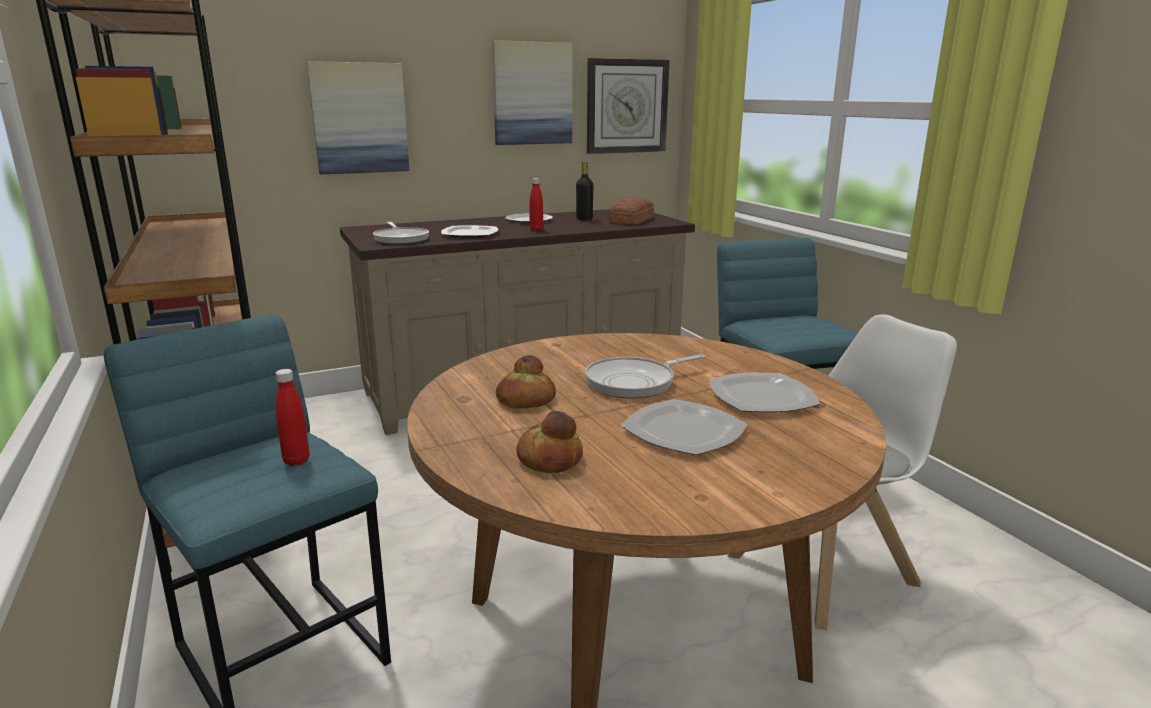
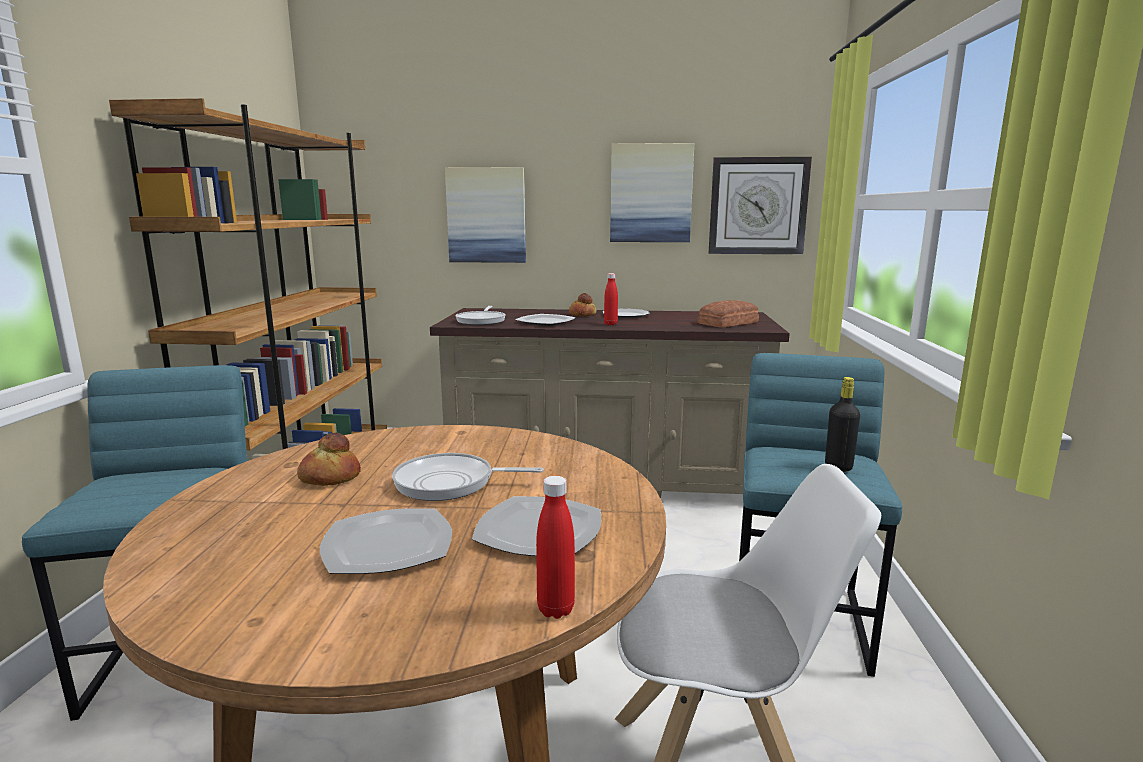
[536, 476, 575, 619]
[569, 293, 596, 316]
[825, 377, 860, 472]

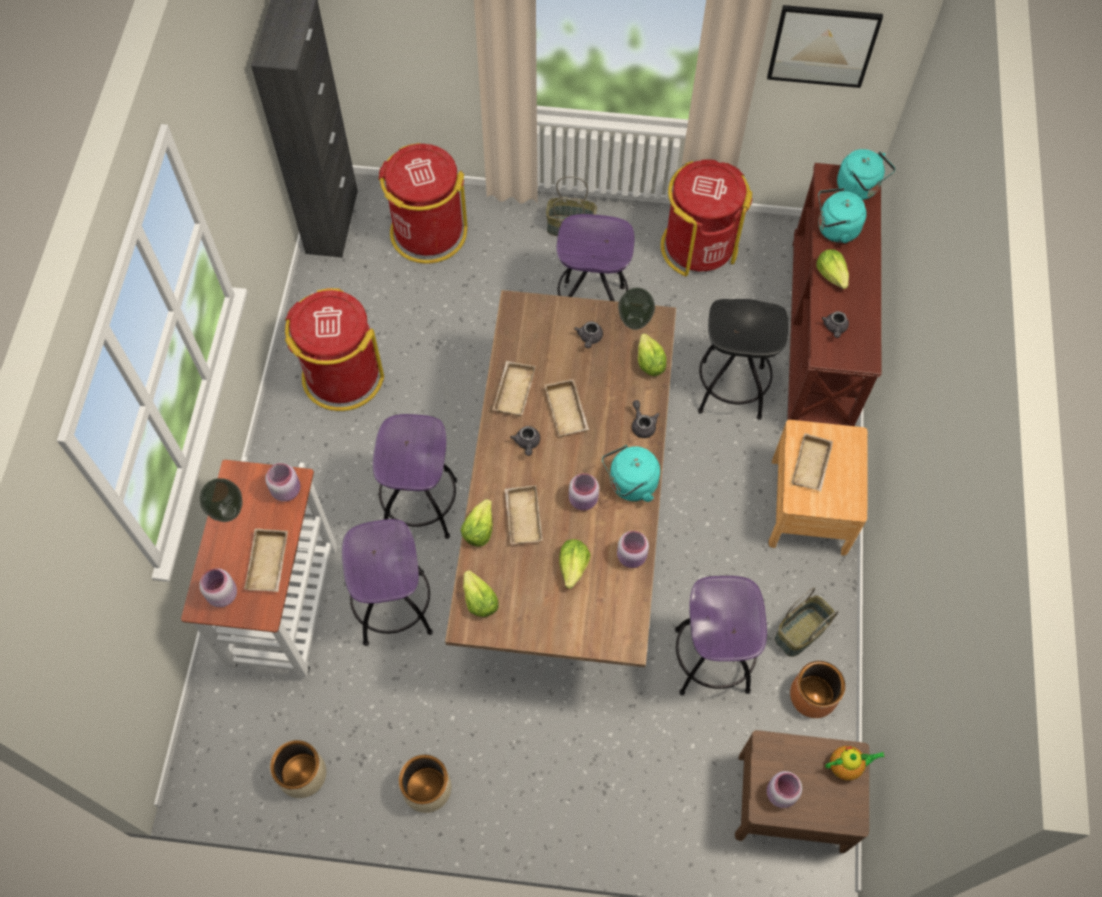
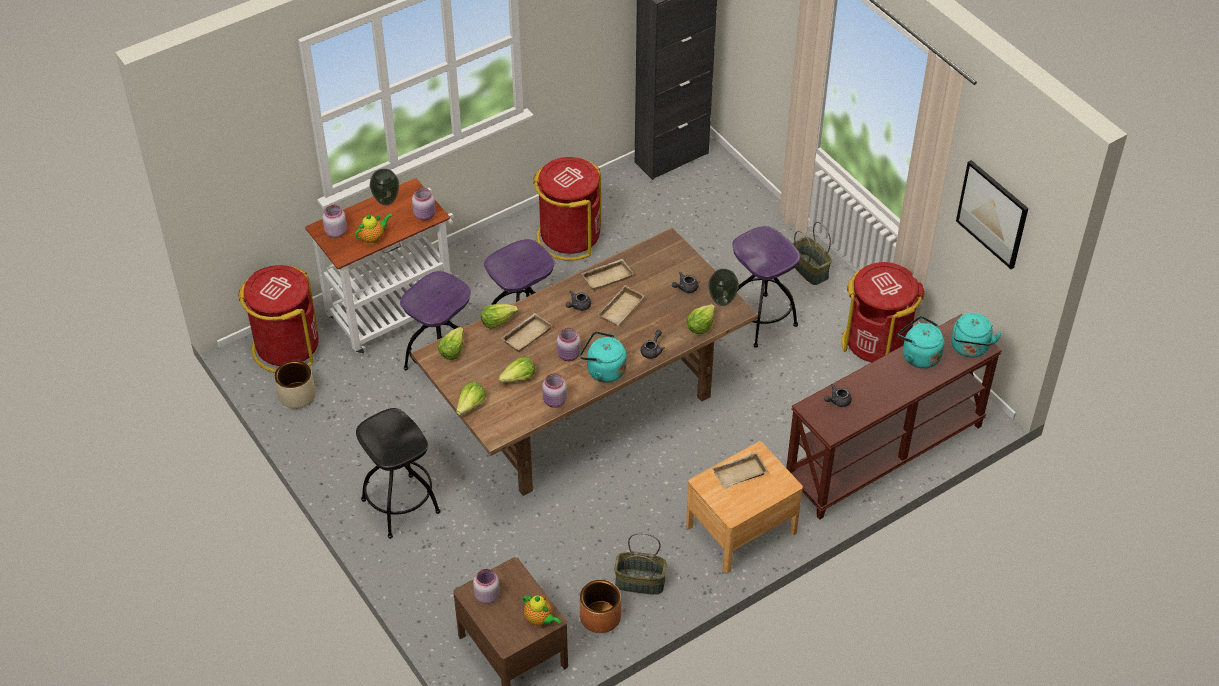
[238, 265, 319, 373]
[355, 213, 393, 244]
[356, 408, 440, 539]
[456, 382, 486, 415]
[399, 754, 451, 813] (first image)
[675, 576, 767, 695] (first image)

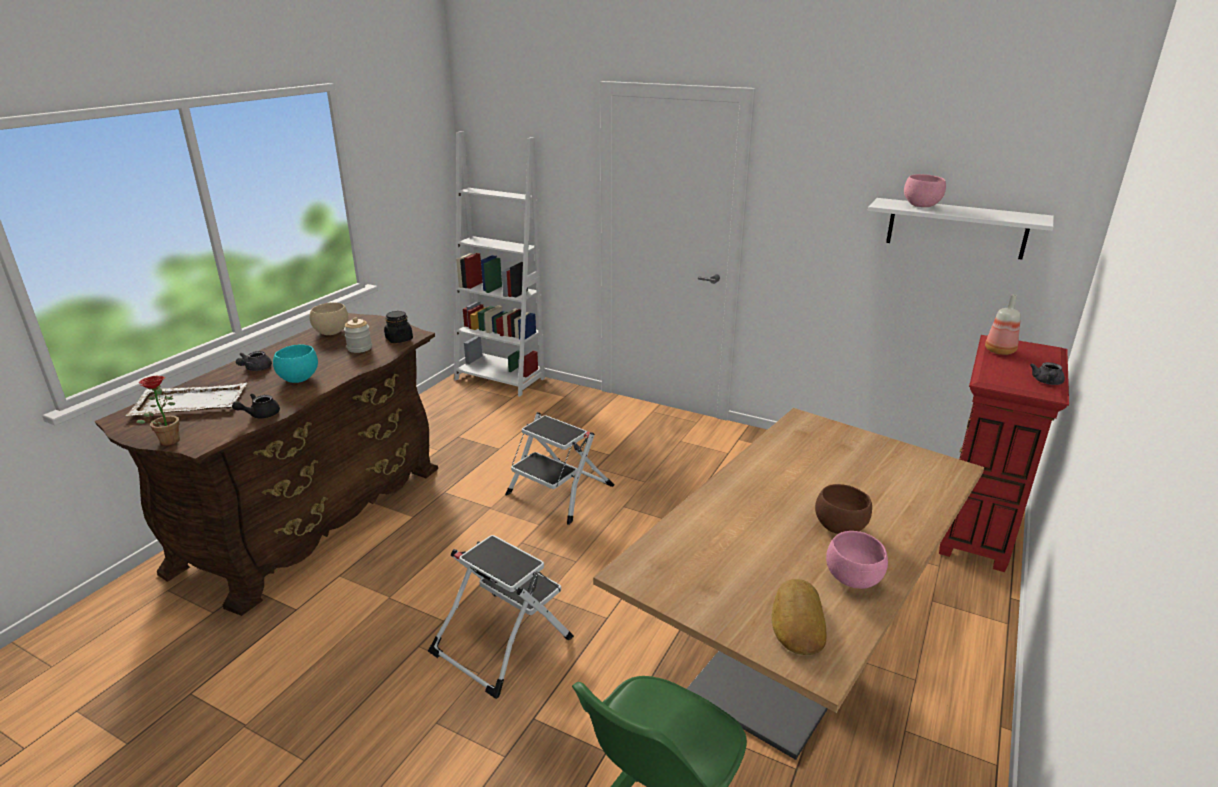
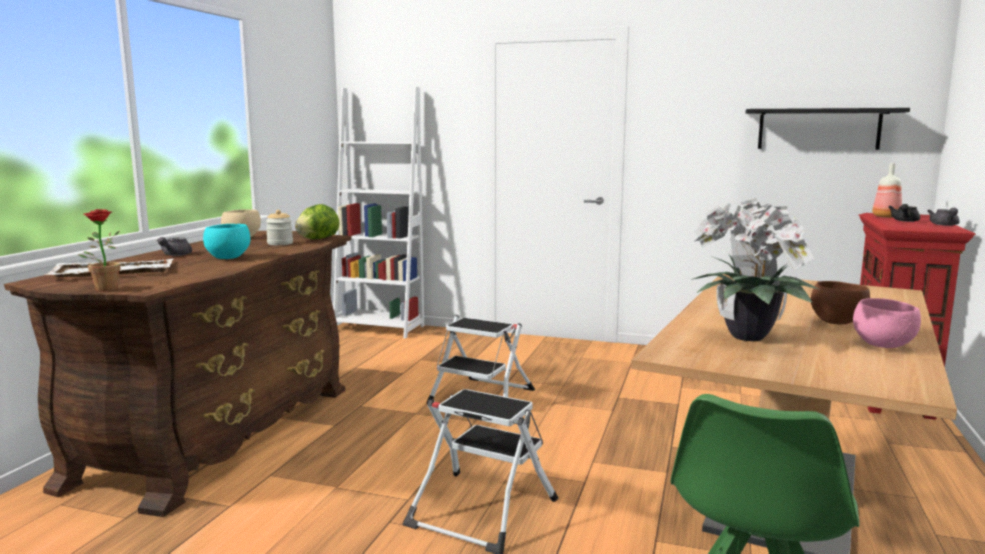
[295, 204, 339, 239]
[691, 198, 819, 341]
[745, 108, 910, 150]
[888, 204, 920, 222]
[772, 579, 826, 655] (first image)
[904, 174, 946, 207] (first image)

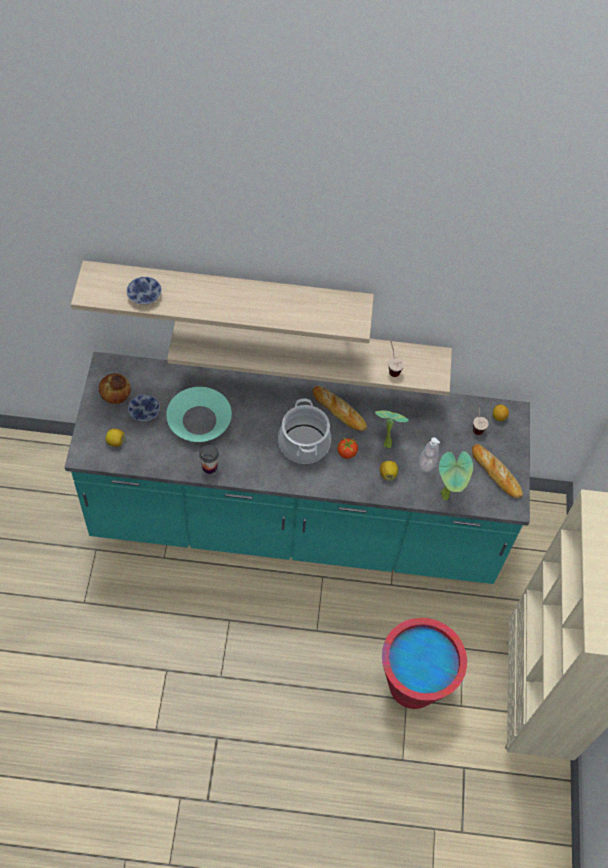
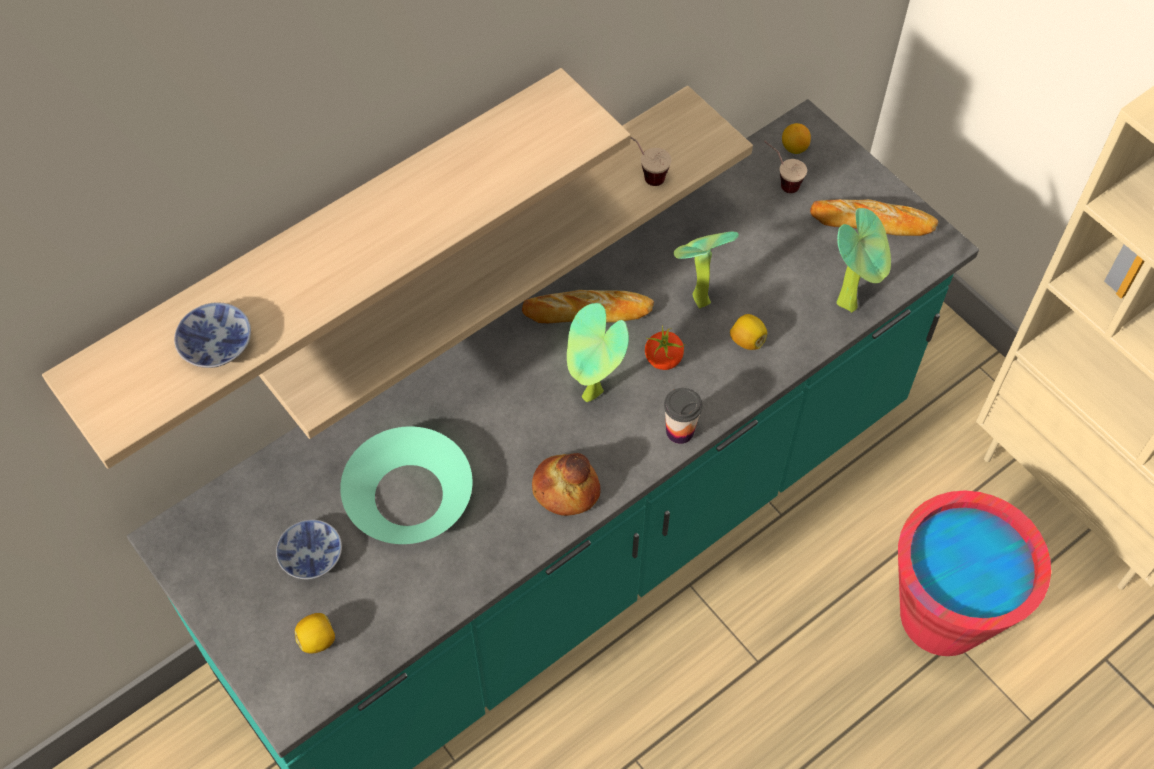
[532, 453, 600, 516]
[567, 303, 629, 402]
[664, 388, 702, 444]
[419, 438, 440, 472] (first image)

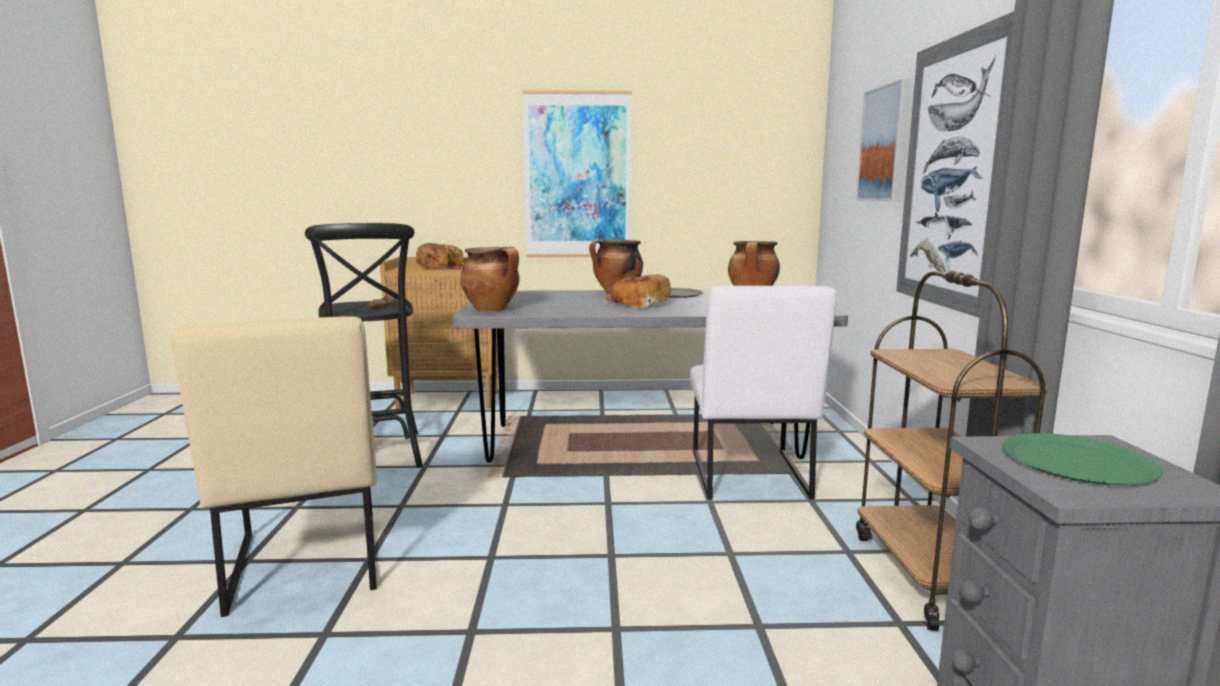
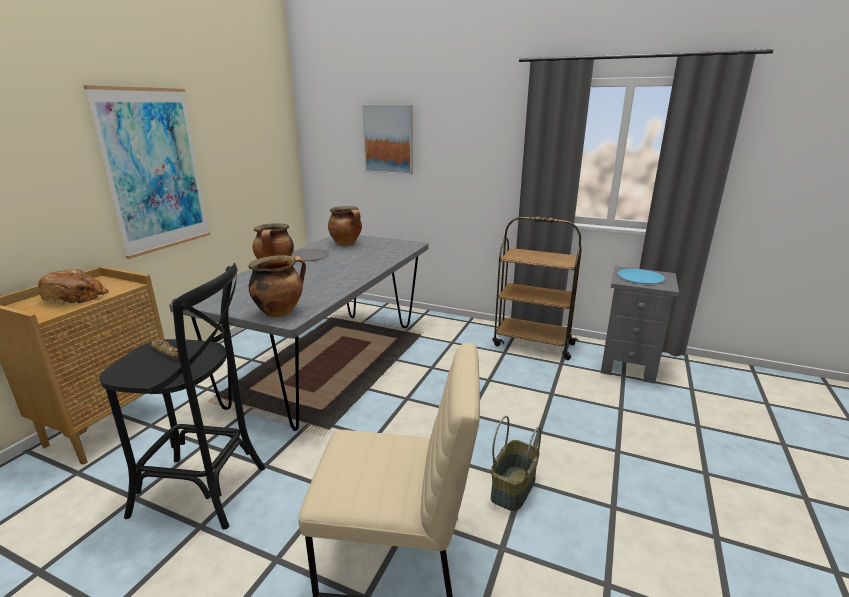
[491, 416, 541, 511]
[618, 269, 665, 284]
[605, 274, 671, 308] (first image)
[690, 286, 837, 500] (first image)
[897, 11, 1014, 318] (first image)

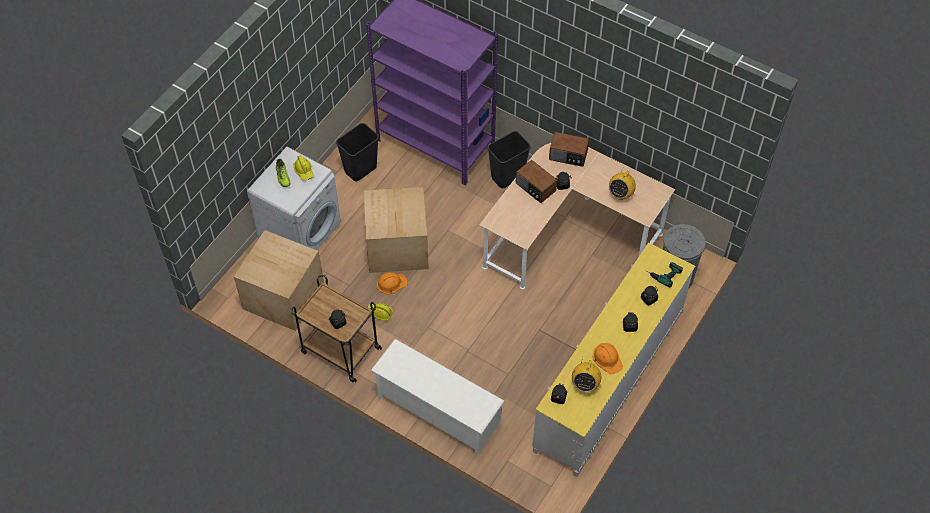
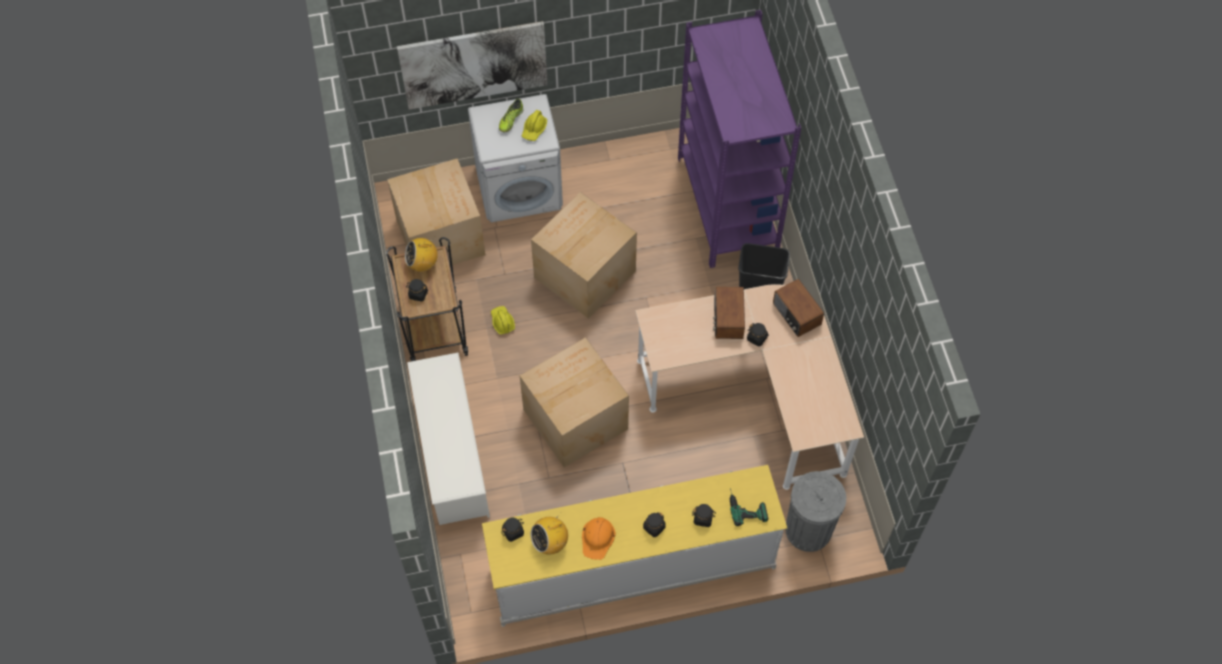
[397, 21, 548, 110]
[405, 238, 438, 272]
[519, 337, 629, 468]
[336, 123, 379, 181] (first image)
[377, 272, 407, 294] (first image)

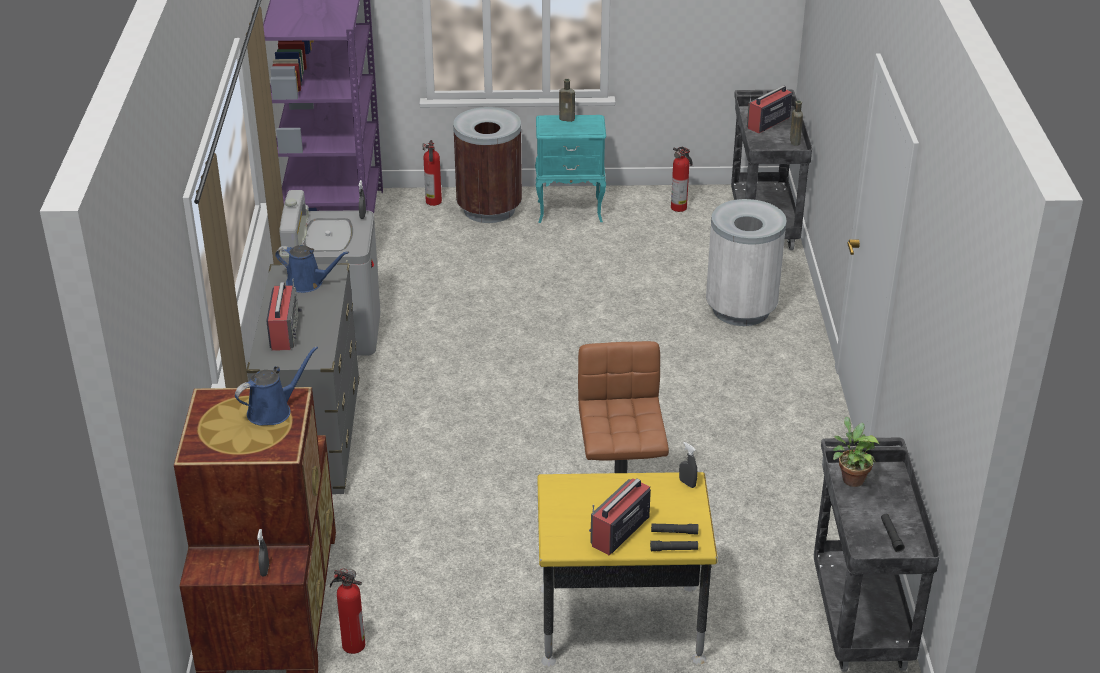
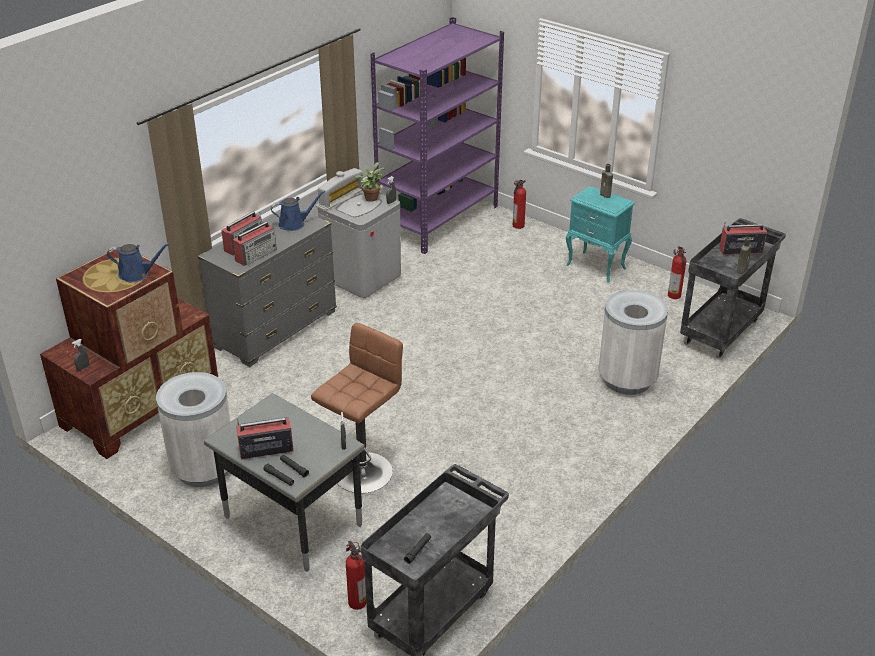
[156, 372, 231, 487]
[204, 393, 365, 578]
[233, 222, 277, 266]
[271, 190, 325, 231]
[346, 541, 366, 610]
[355, 162, 385, 202]
[453, 107, 522, 223] (first image)

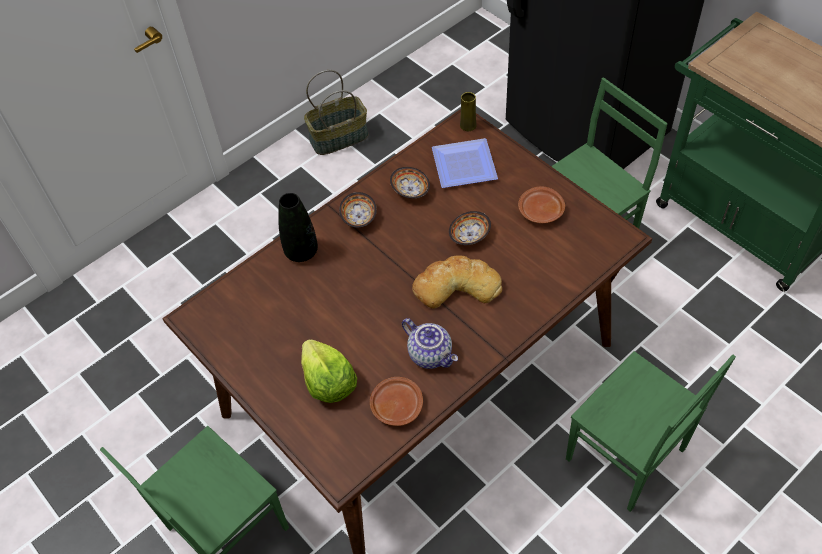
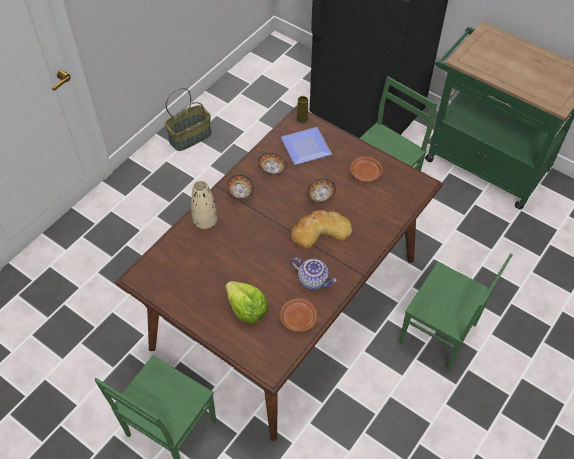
[191, 180, 217, 229]

